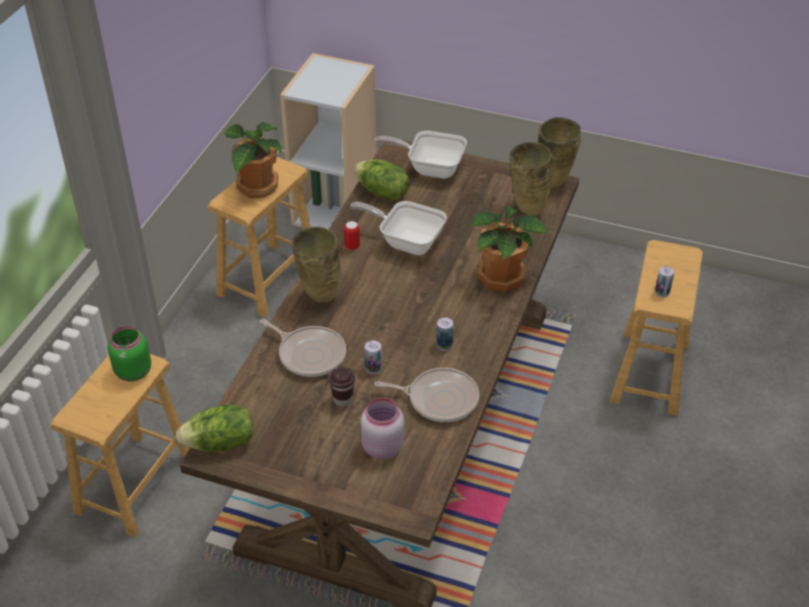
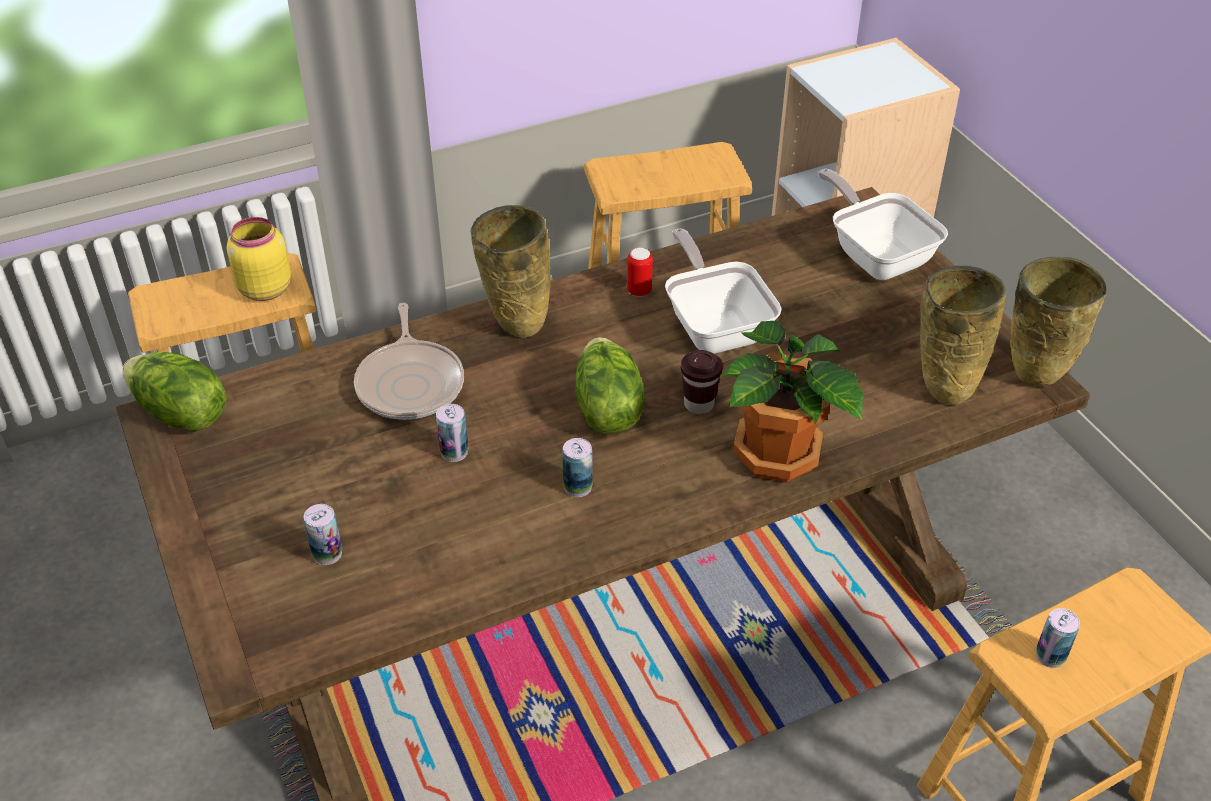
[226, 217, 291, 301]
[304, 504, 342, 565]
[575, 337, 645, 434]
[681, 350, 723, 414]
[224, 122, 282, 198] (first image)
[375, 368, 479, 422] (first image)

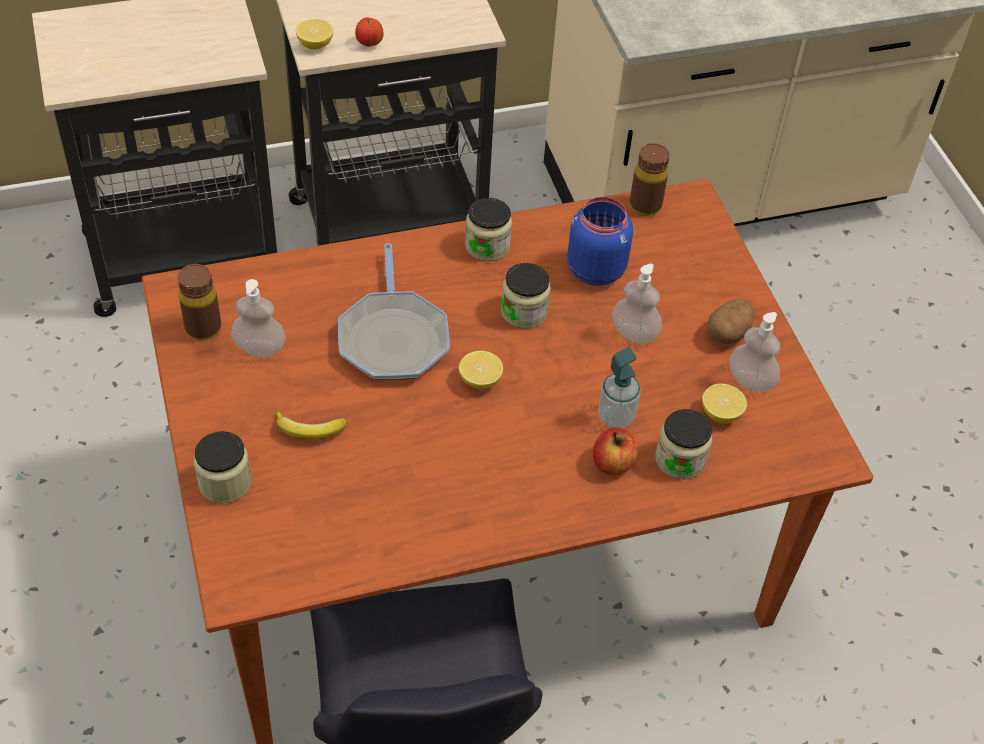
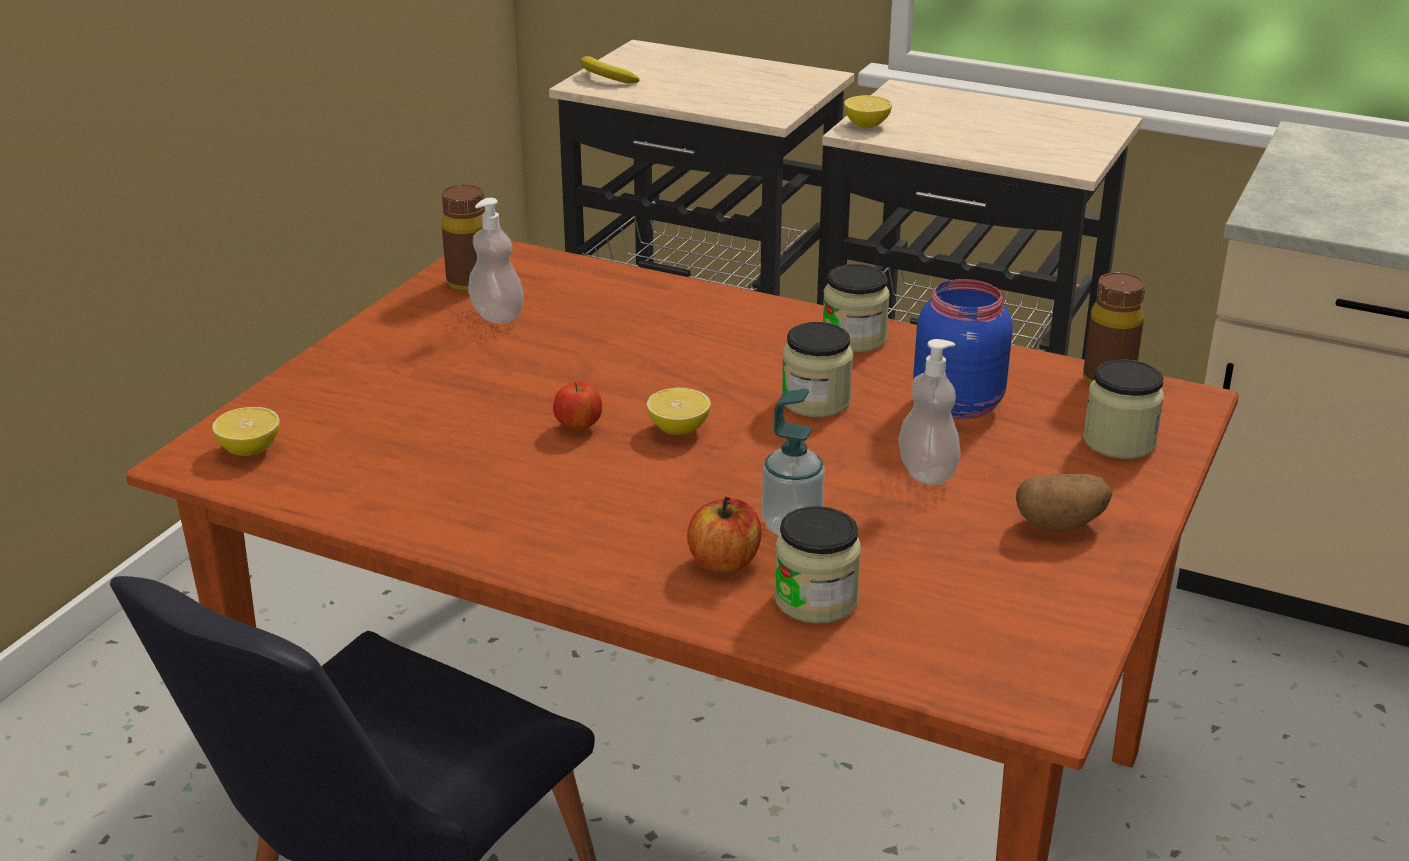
[212, 407, 280, 456]
[553, 381, 602, 431]
[580, 56, 639, 83]
[1083, 360, 1164, 459]
[338, 243, 450, 380] (first image)
[729, 312, 780, 392] (first image)

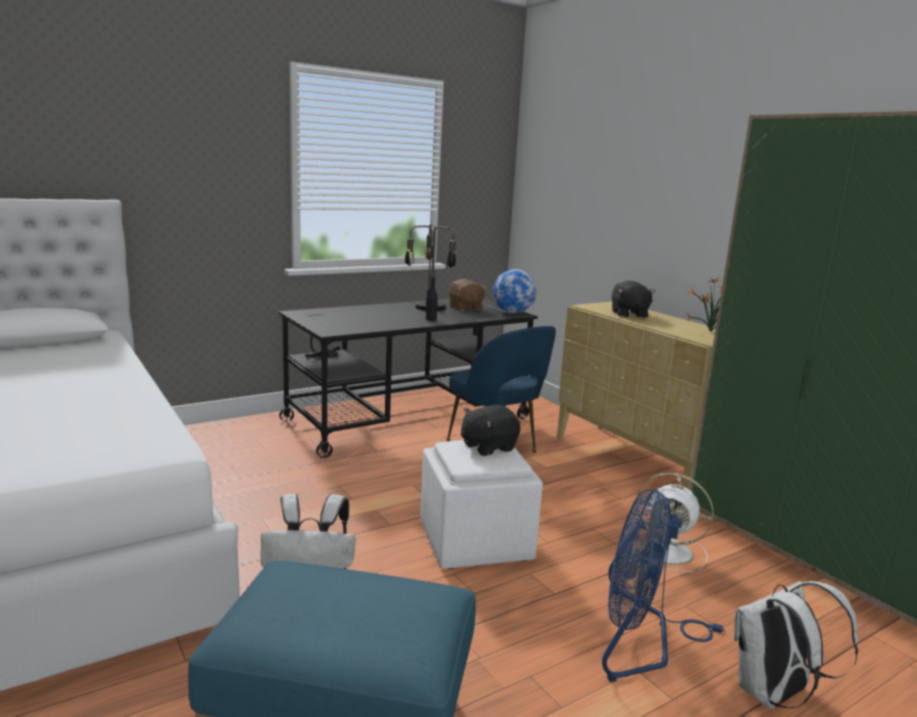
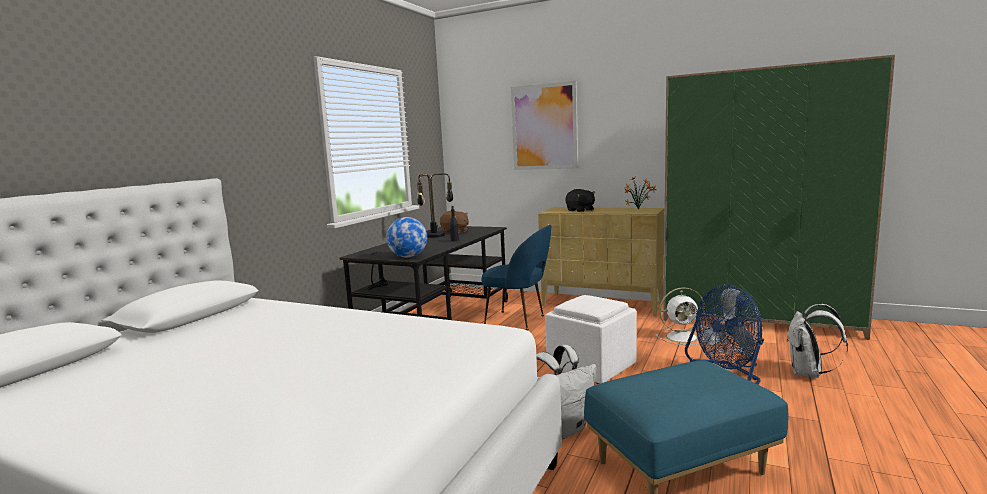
[387, 217, 427, 258]
[511, 81, 578, 170]
[461, 405, 521, 456] (first image)

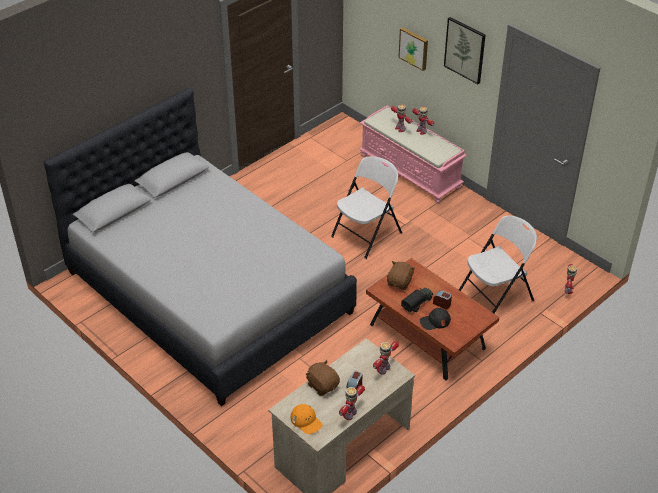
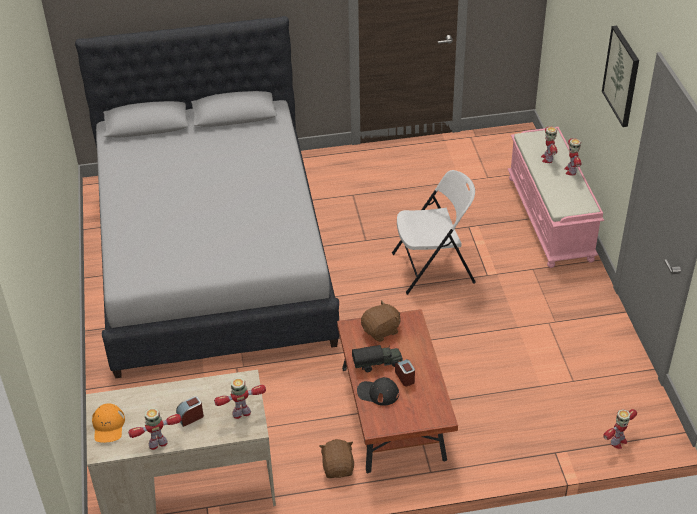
[319, 439, 354, 478]
[398, 27, 428, 71] (first image)
[459, 216, 537, 313] (first image)

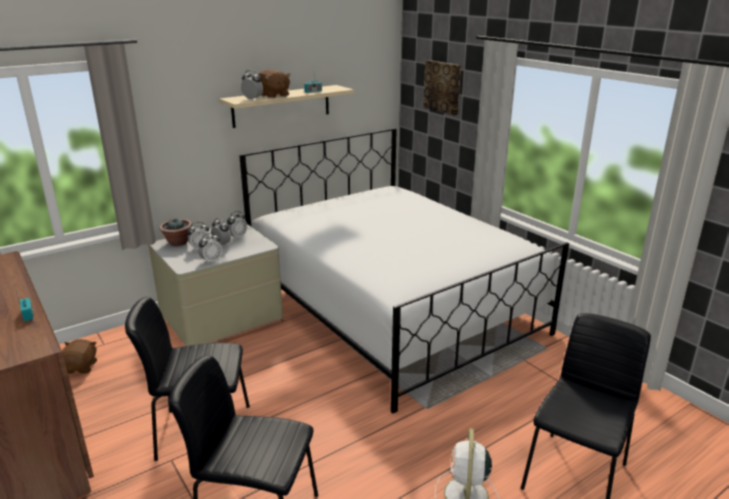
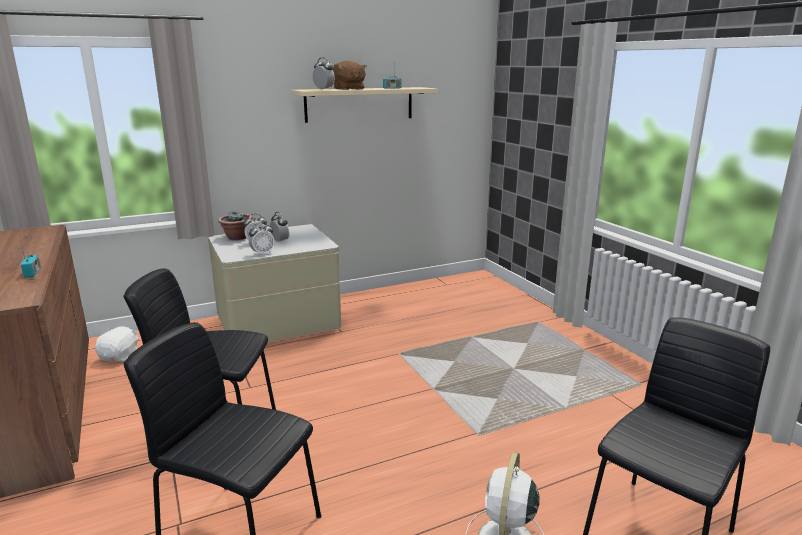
[95, 326, 139, 362]
[227, 211, 247, 240] (first image)
[239, 128, 569, 414] (first image)
[423, 60, 461, 116] (first image)

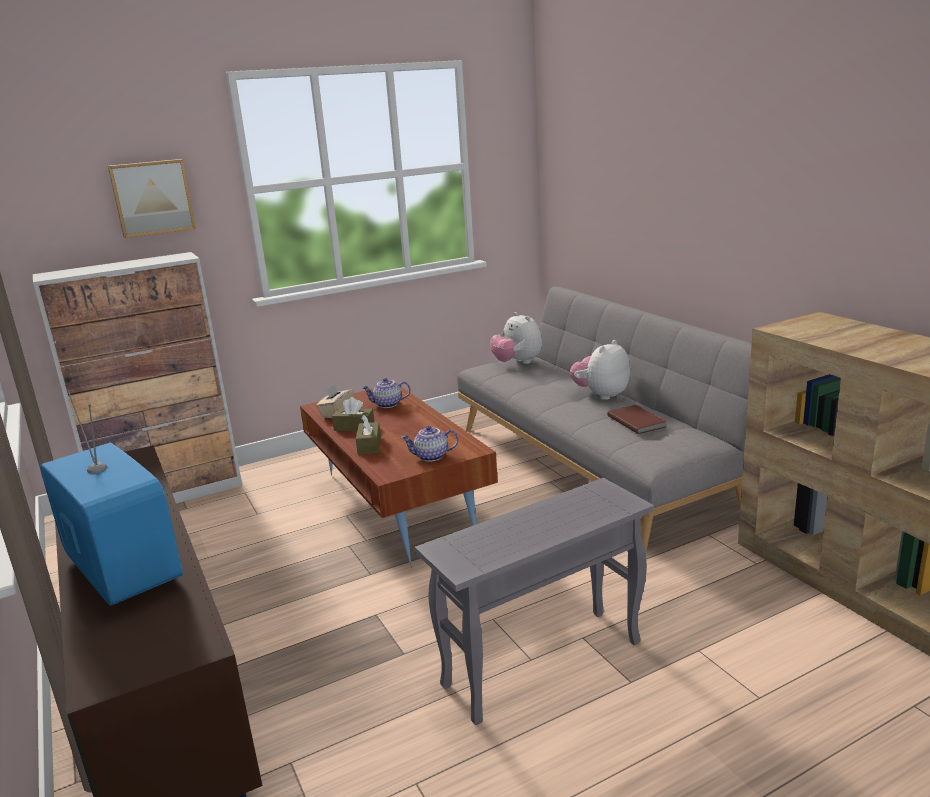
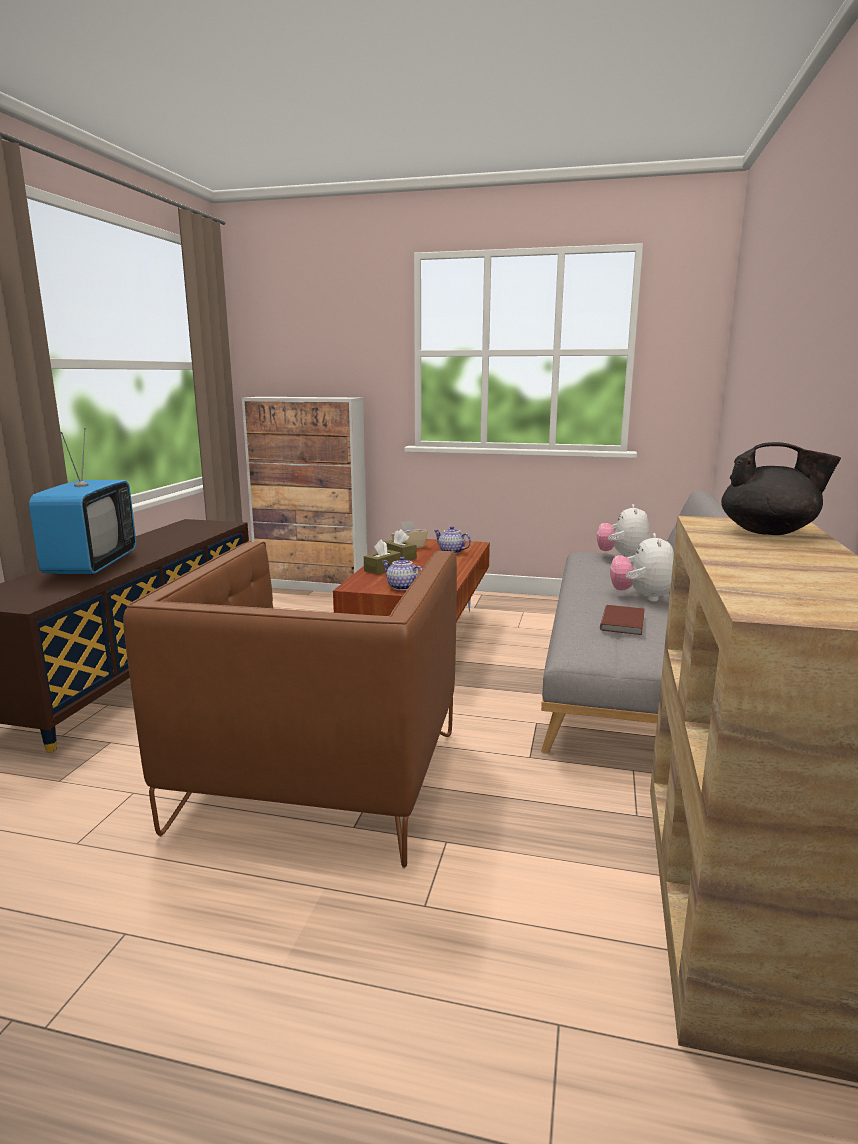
[123, 541, 457, 869]
[610, 533, 674, 602]
[721, 442, 841, 535]
[108, 159, 196, 238] (first image)

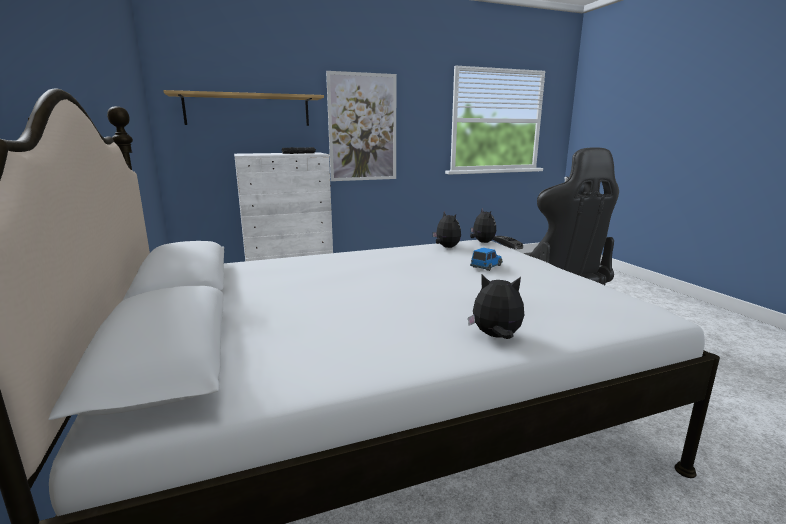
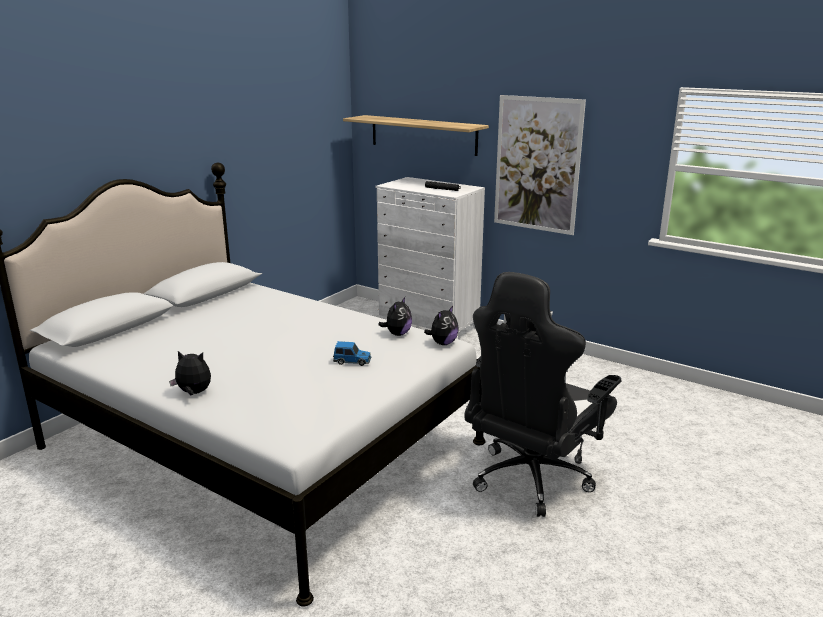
[169, 351, 211, 395]

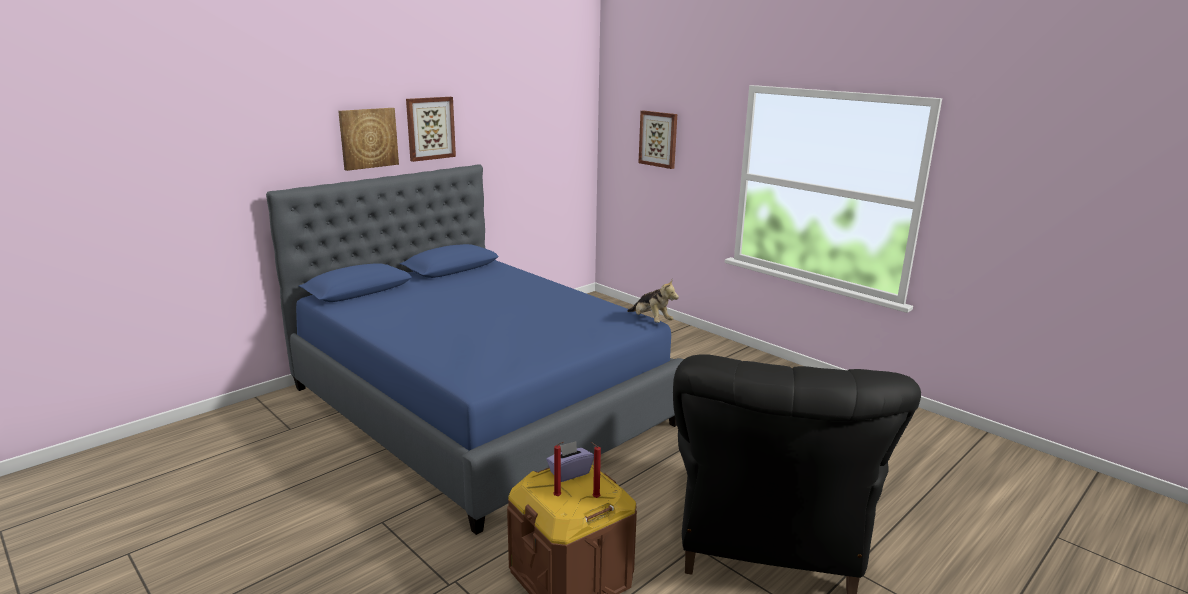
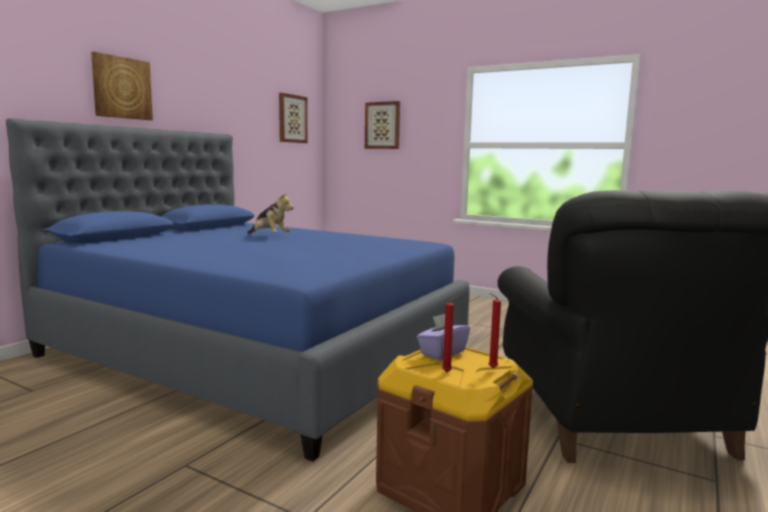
[247, 193, 294, 234]
[279, 93, 308, 143]

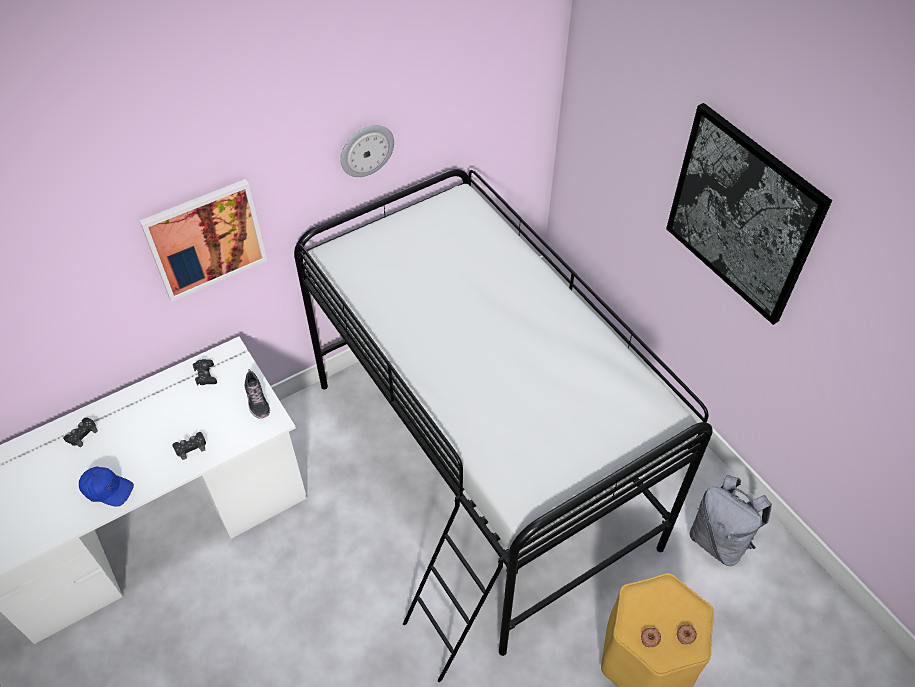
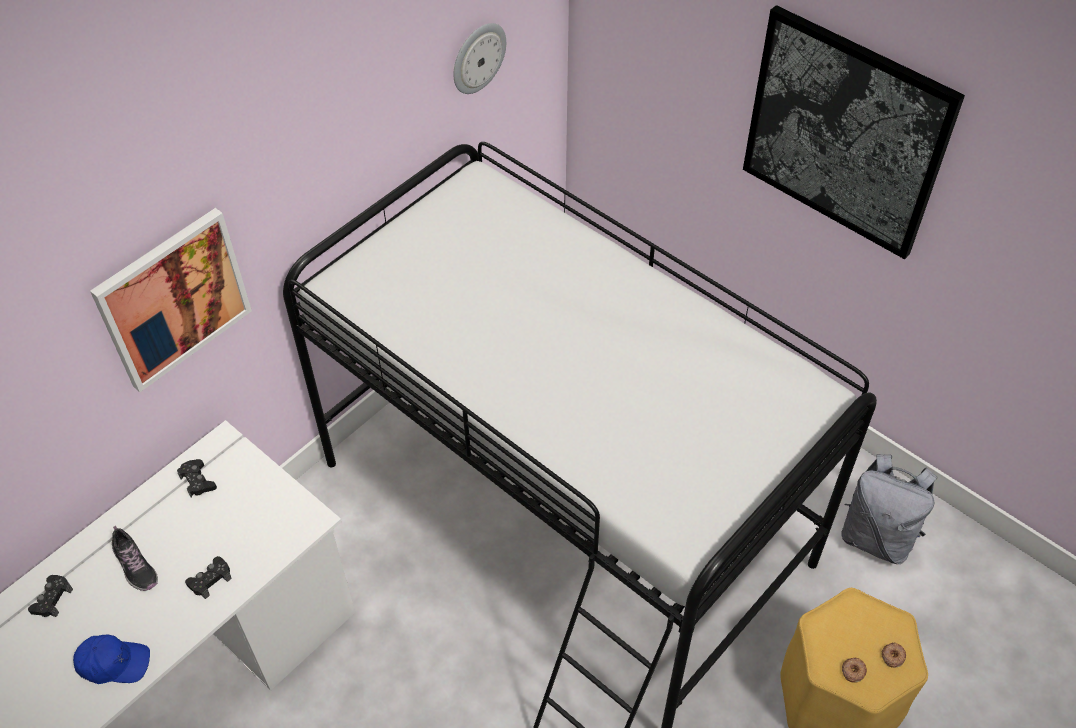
[112, 526, 158, 591]
[453, 23, 506, 94]

